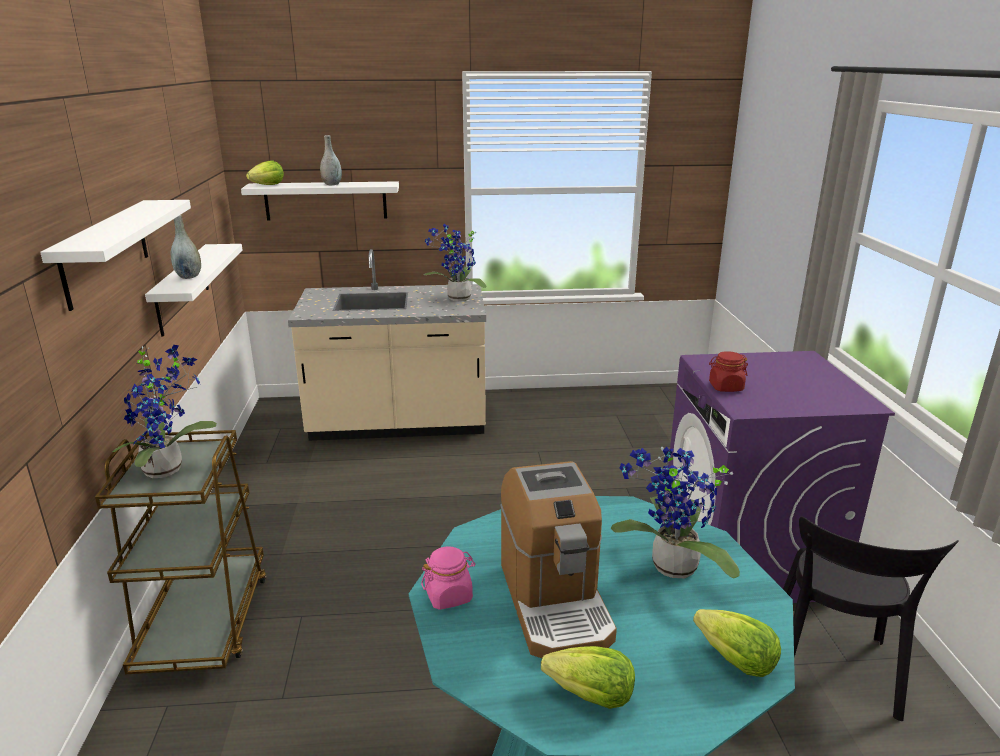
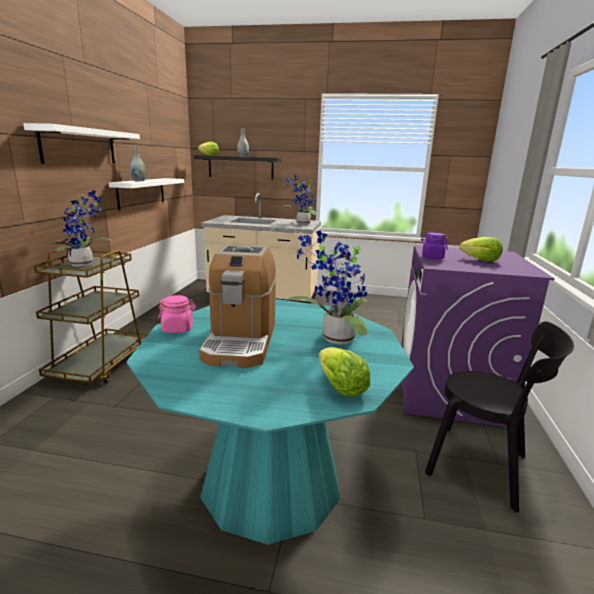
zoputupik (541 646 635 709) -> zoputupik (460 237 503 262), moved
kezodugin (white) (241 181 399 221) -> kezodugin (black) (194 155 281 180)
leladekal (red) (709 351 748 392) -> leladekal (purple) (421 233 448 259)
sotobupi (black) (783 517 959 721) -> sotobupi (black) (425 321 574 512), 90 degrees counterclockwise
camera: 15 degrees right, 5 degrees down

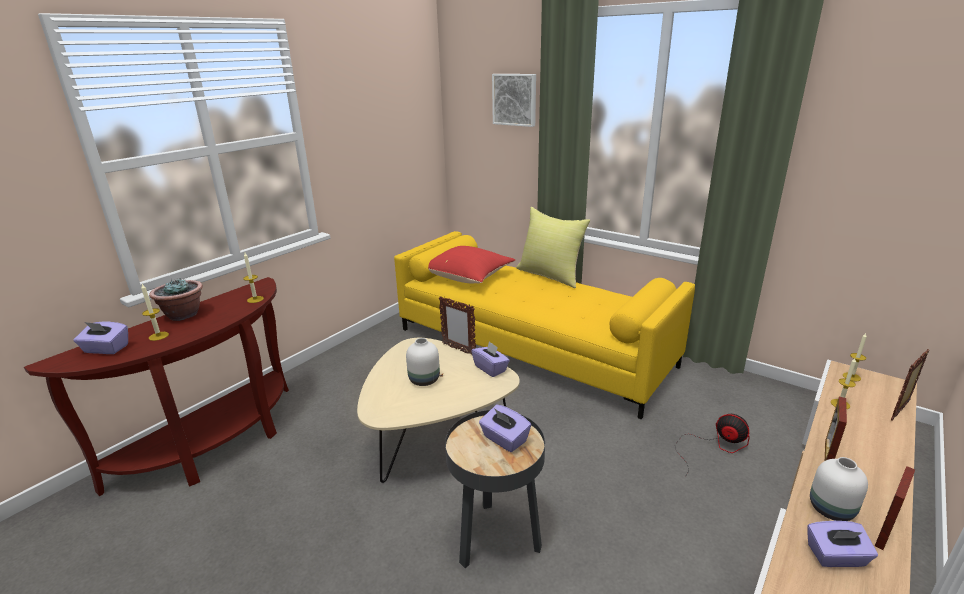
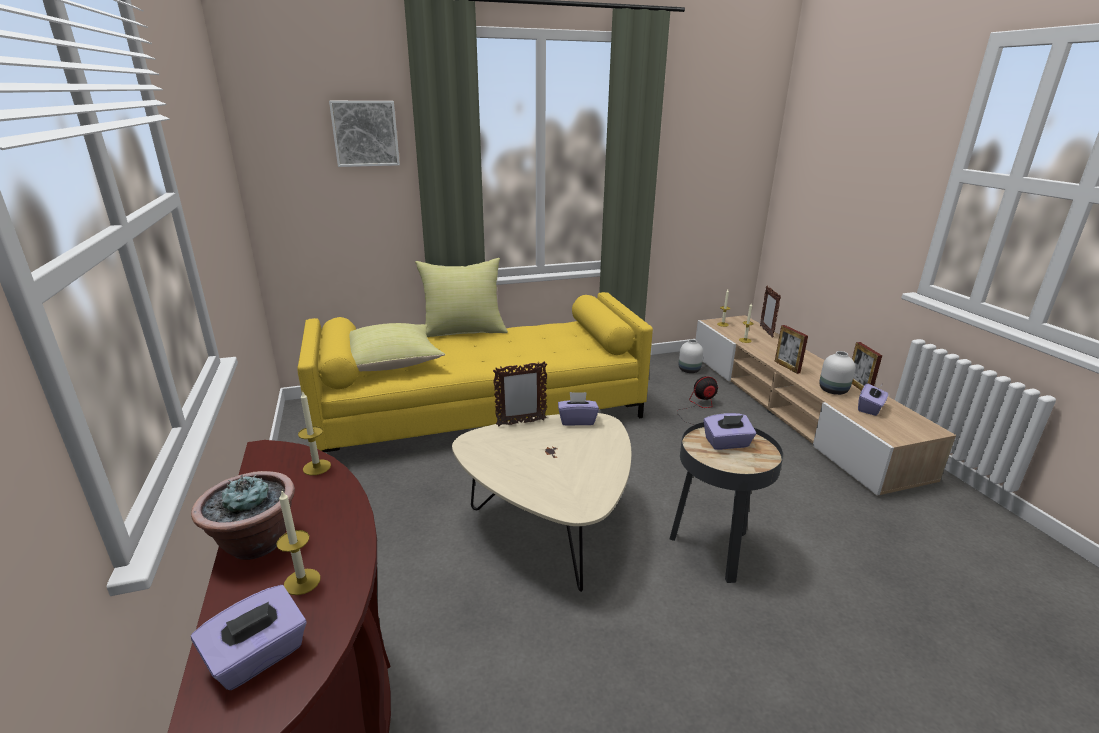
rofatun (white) (406 338 440 386) -> rofatun (white) (679 339 703 373), moved
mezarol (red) (428 246 516 283) -> mezarol (yellow) (349 323 445 371)
camera: 55 degrees left, 0 degrees up

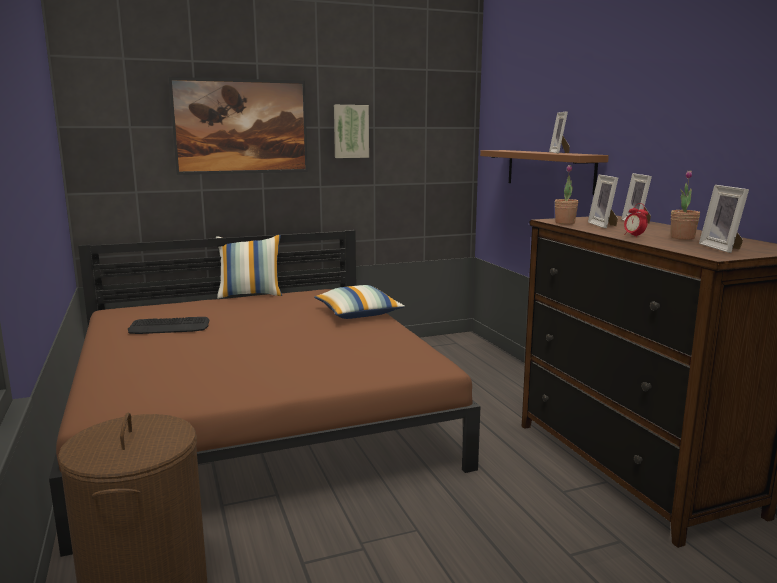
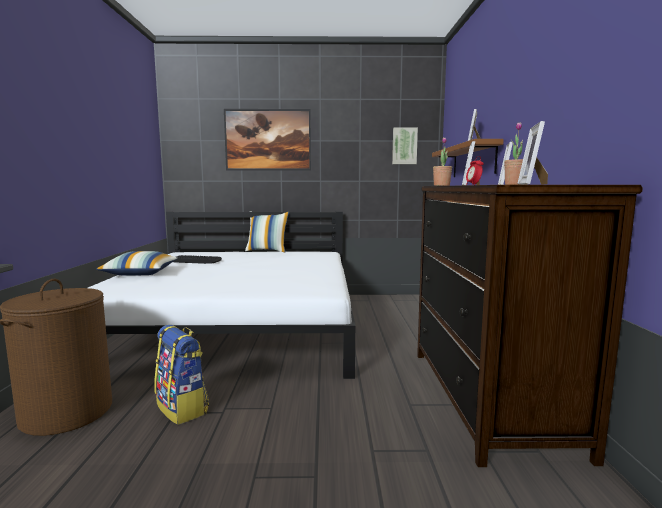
none -> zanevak (154 325 209 425)
mezarol (314 285 405 319) -> mezarol (96 251 178 276), moved
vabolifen (334 105 369 158) -> vabolifen (392 128 418 164), moved
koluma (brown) (49 230 481 557) -> koluma (white) (88 212 355 379)
camera: 20 degrees right, 5 degrees down

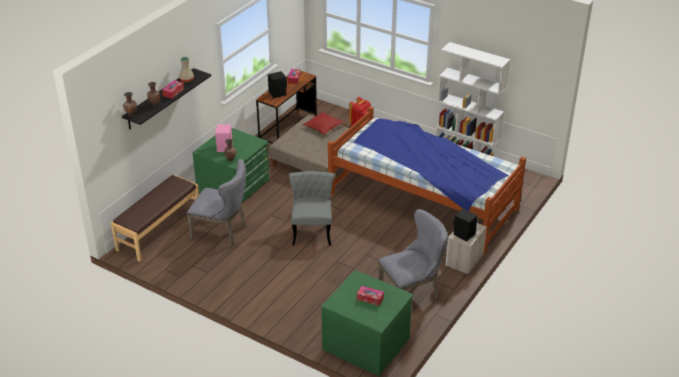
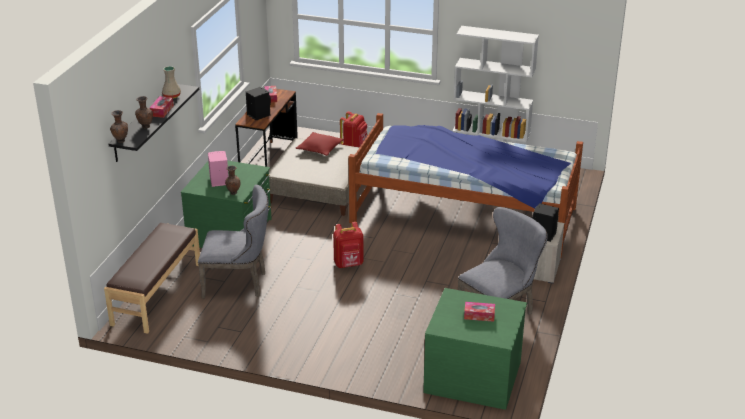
sotobupi (grey) (289 171 335 245) -> zanevak (red) (333 222 364 268)
camera: 15 degrees left, 5 degrees down

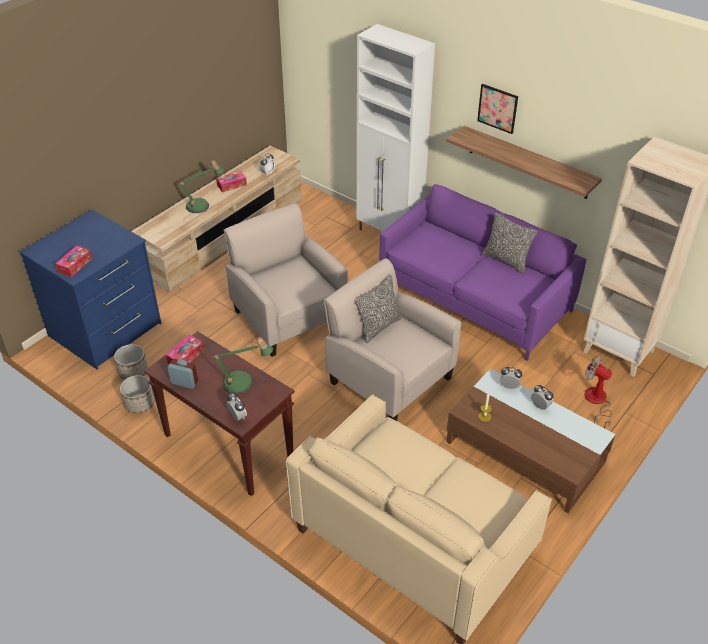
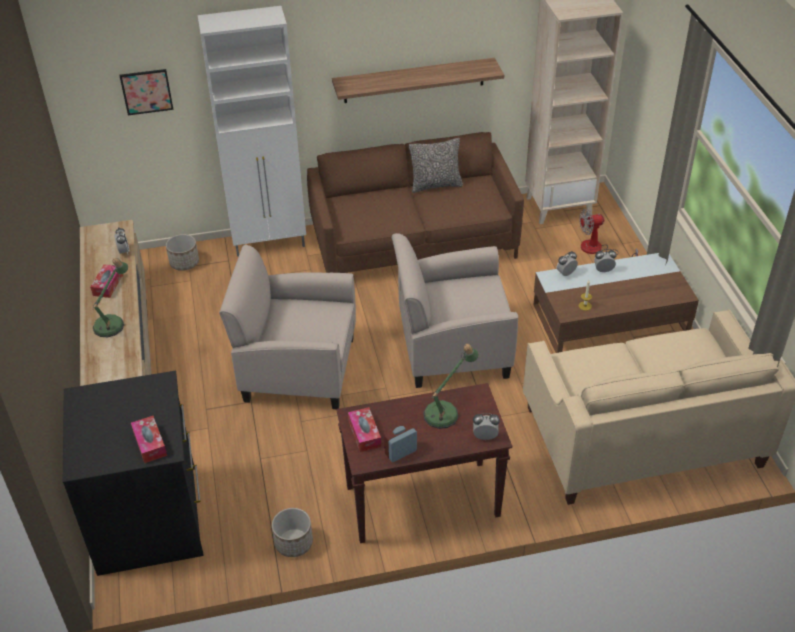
mezarol (354 275 403 343) -> none
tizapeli (114 344 148 380) -> tizapeli (166 234 199 271), moved
vabolifen (477 84 518 134) -> vabolifen (119 69 173 115), moved
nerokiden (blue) (20 210 161 370) -> nerokiden (black) (63 371 204 576)
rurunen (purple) (379 184 586 361) -> rurunen (brown) (307 132 524 273)
camera: 50 degrees left, 0 degrees up

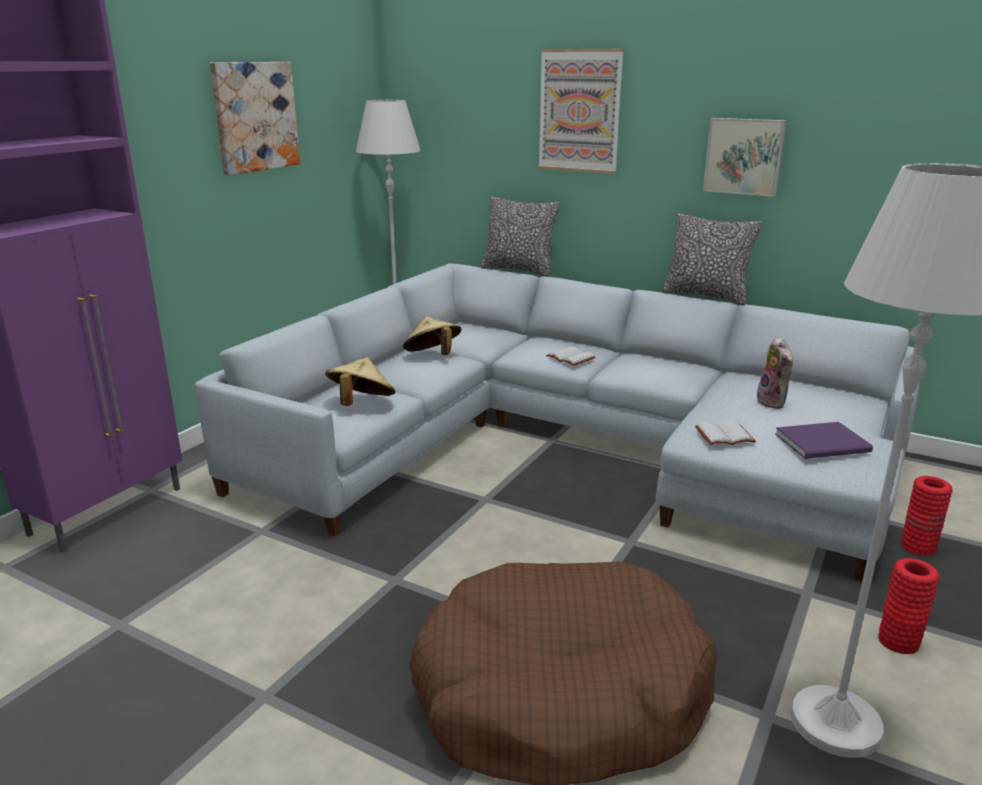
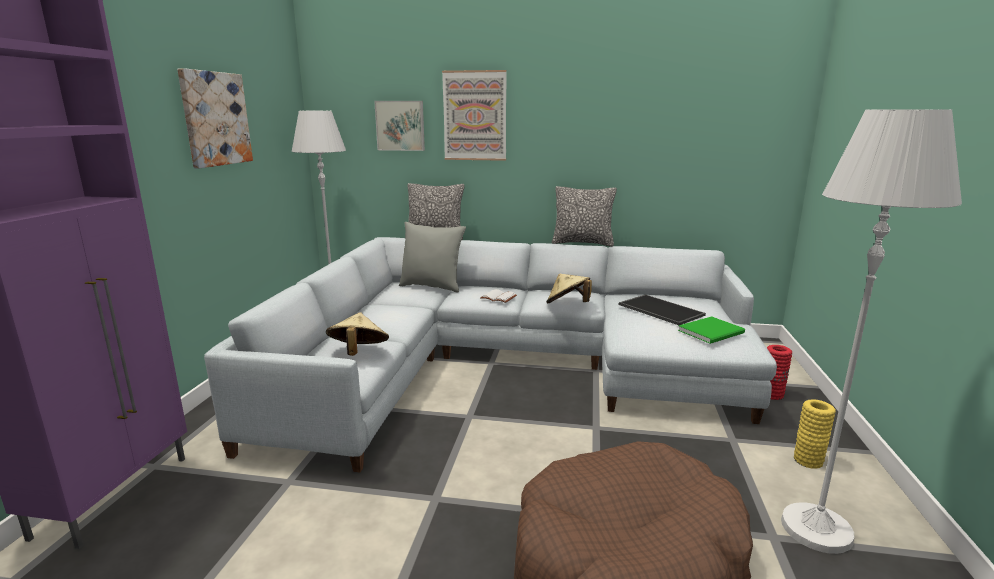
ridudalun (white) (695 421 756 445) -> none
none -> mezarol (grey) (399 222 466 293)
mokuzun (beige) (403 316 461 355) -> mokuzun (beige) (547 274 592 303), moved
vabolifen (703 118 787 197) -> vabolifen (374 101 425 151), moved
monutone (757 336 793 409) -> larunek (619 295 706 325)
ridudalun (purple) (775 422 873 459) -> ridudalun (green) (678 316 745 344)
rofatun (red) (878 558 940 654) -> rofatun (yellow) (794 399 836 469)
camera: 20 degrees left, 5 degrees down

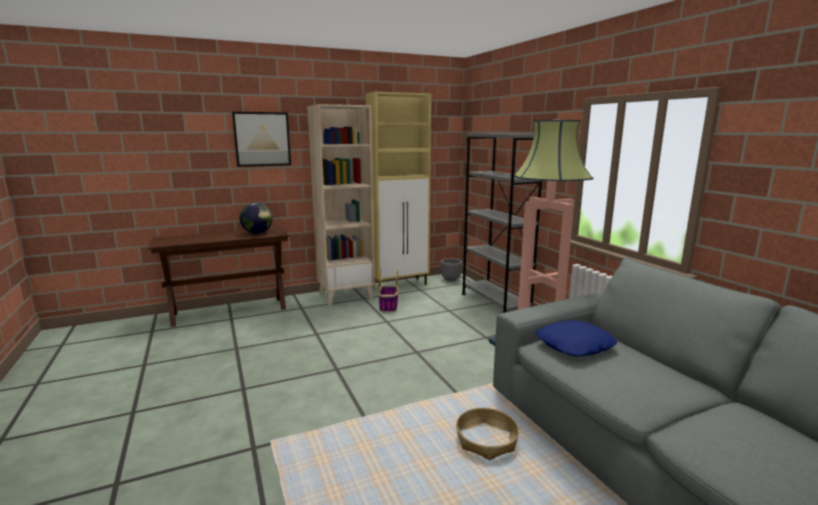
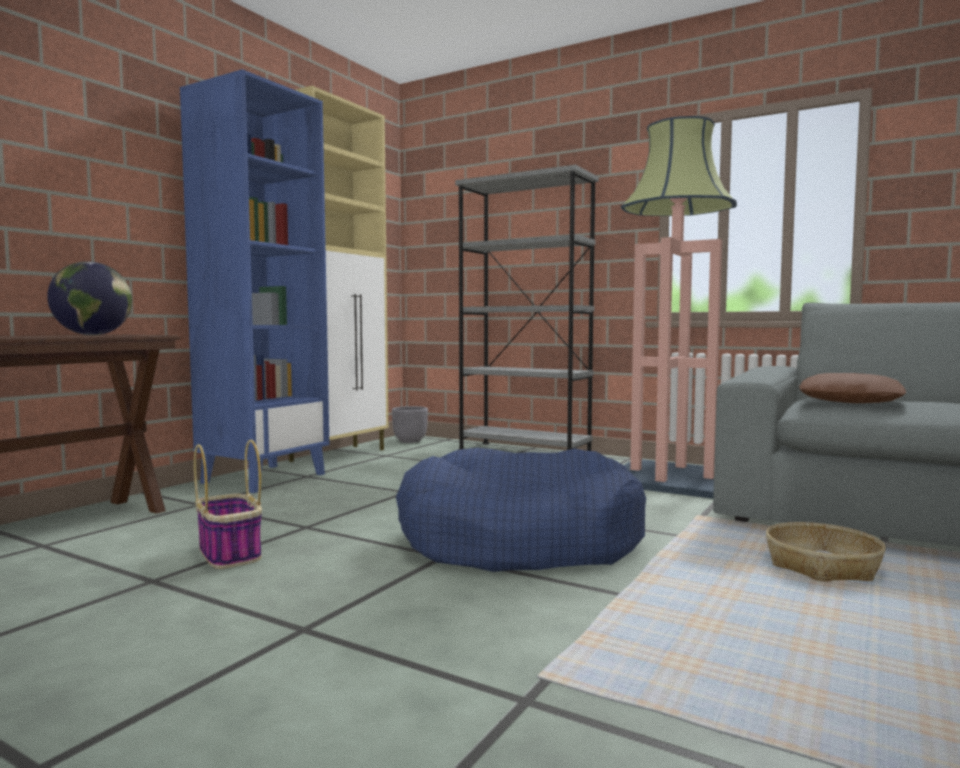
vabolifen (232 112 291 167) -> none
none -> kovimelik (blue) (396 448 646 572)
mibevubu (378 269 399 312) -> mibevubu (194 440 262 569), moved
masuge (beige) (307 104 375 306) -> masuge (blue) (180 69 329 493)
mezarol (blue) (536 320 617 357) -> mezarol (brown) (799 373 906 403)
camera: 35 degrees left, 10 degrees down

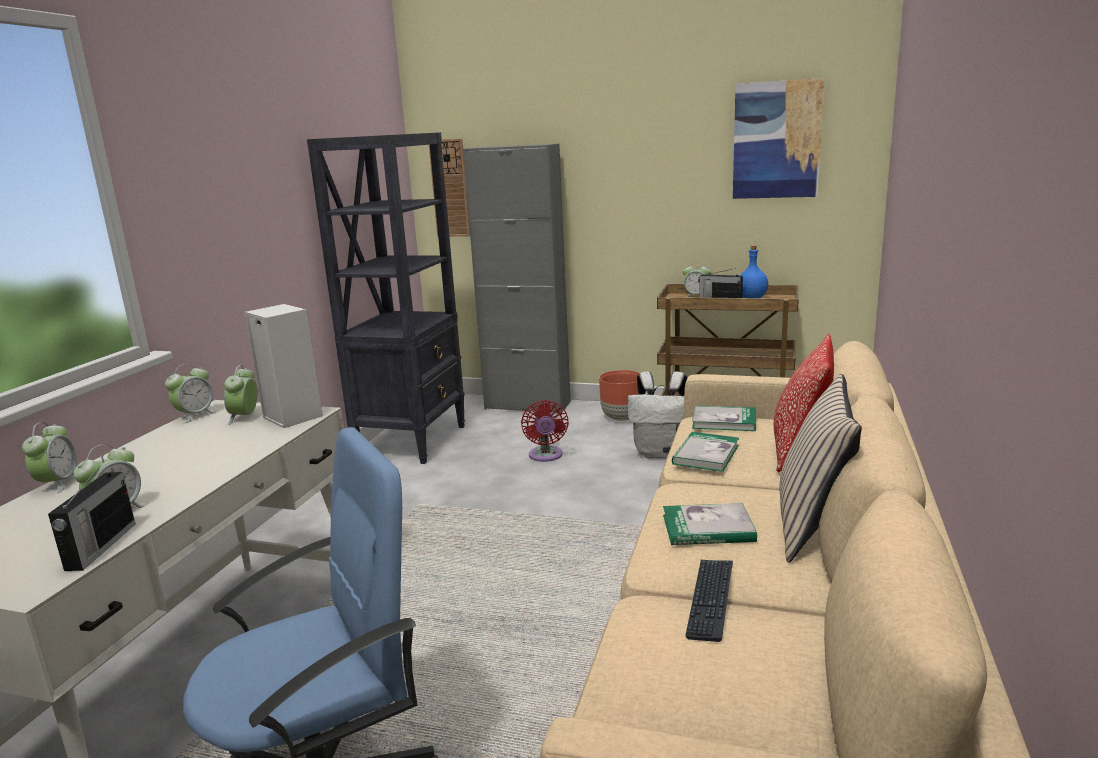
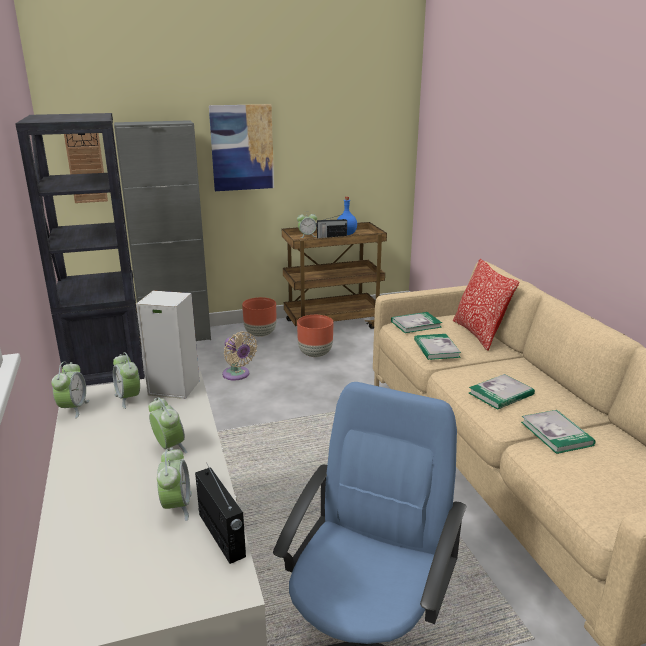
mezarol (beige) (780 374 862 563) -> none
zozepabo (22 422 77 493) -> zozepabo (148 397 188 453), moved
vabolifen (733 78 824 199) -> vabolifen (209 104 274 191), moved
zanevak (white) (628 371 687 459) -> tizapeli (brown) (297 315 333 357)
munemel (685 560 733 642) -> ridudalun (521 410 596 454)
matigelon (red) (521 400 569 462) -> matigelon (beige) (222 332 257 380)
camera: 35 degrees left, 5 degrees up

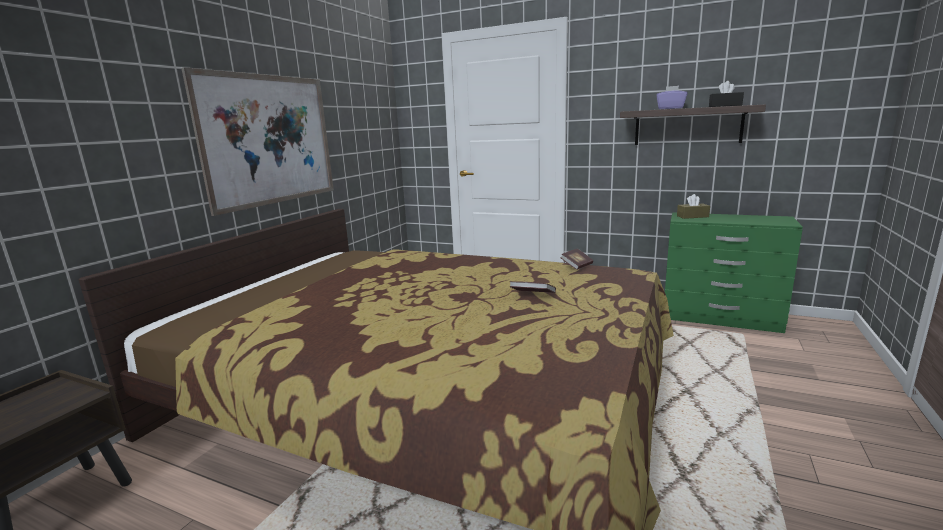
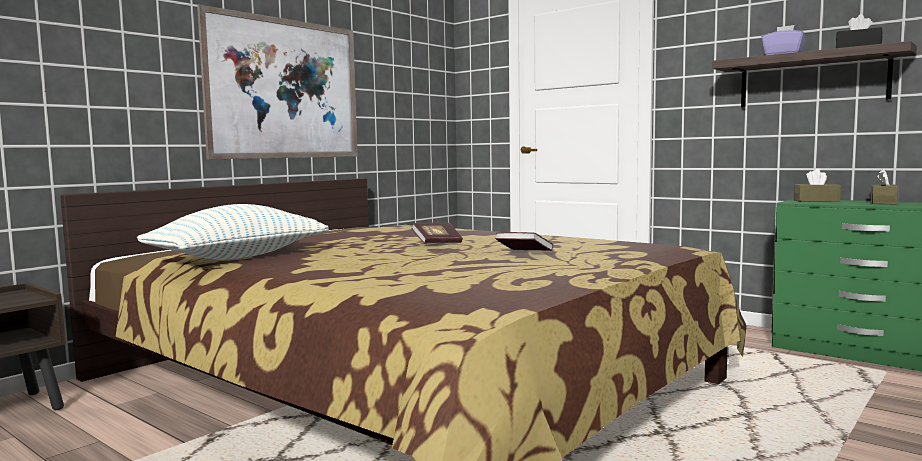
none -> mezarol (137 204 329 260)
none -> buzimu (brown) (871 169 898 205)
ridudalun (560 249 593 270) -> ridudalun (411 223 463 243), moved
camera: 15 degrees right, 10 degrees down

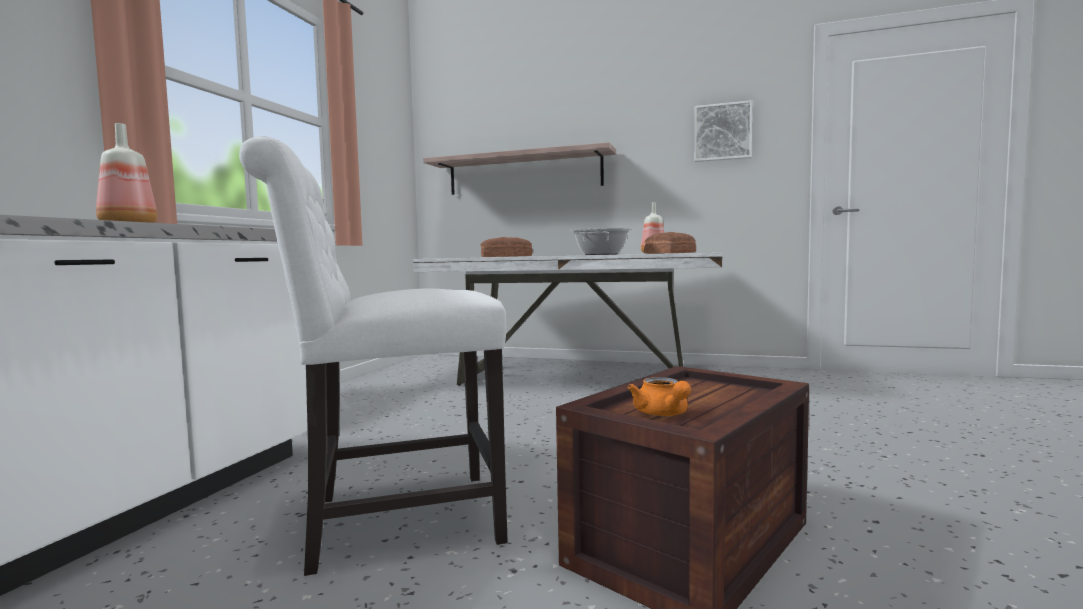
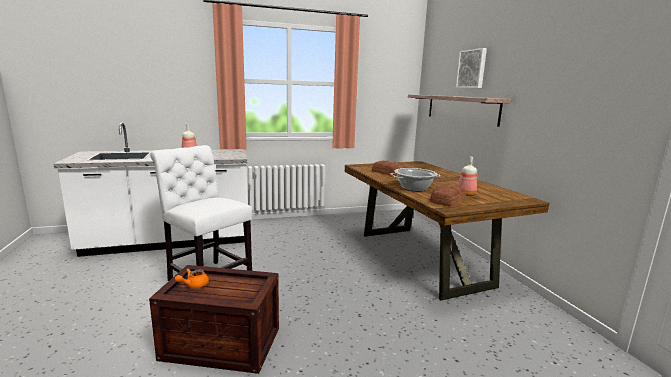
vabolifen (694 100 752 162) -> vabolifen (456 48 487 88), moved
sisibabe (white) (413 253 723 386) -> sisibabe (brown) (345 161 550 301)
camera: 55 degrees right, 10 degrees up

